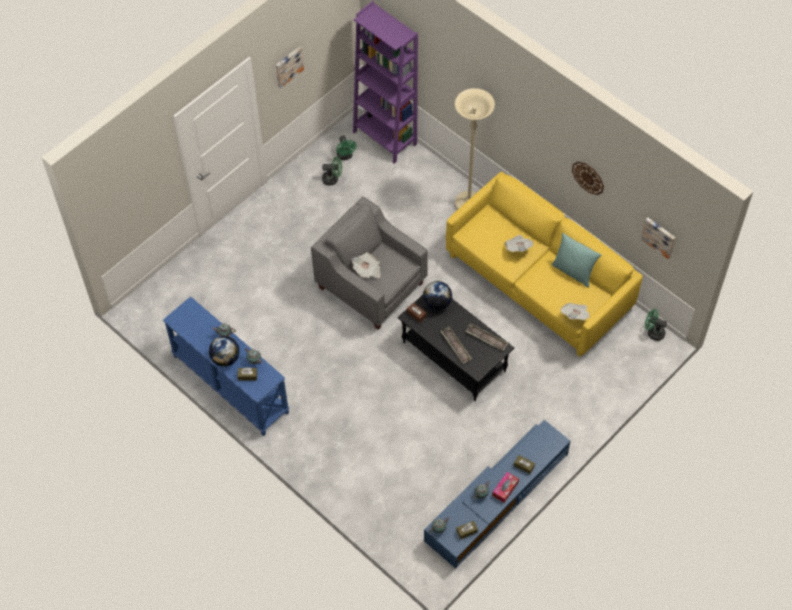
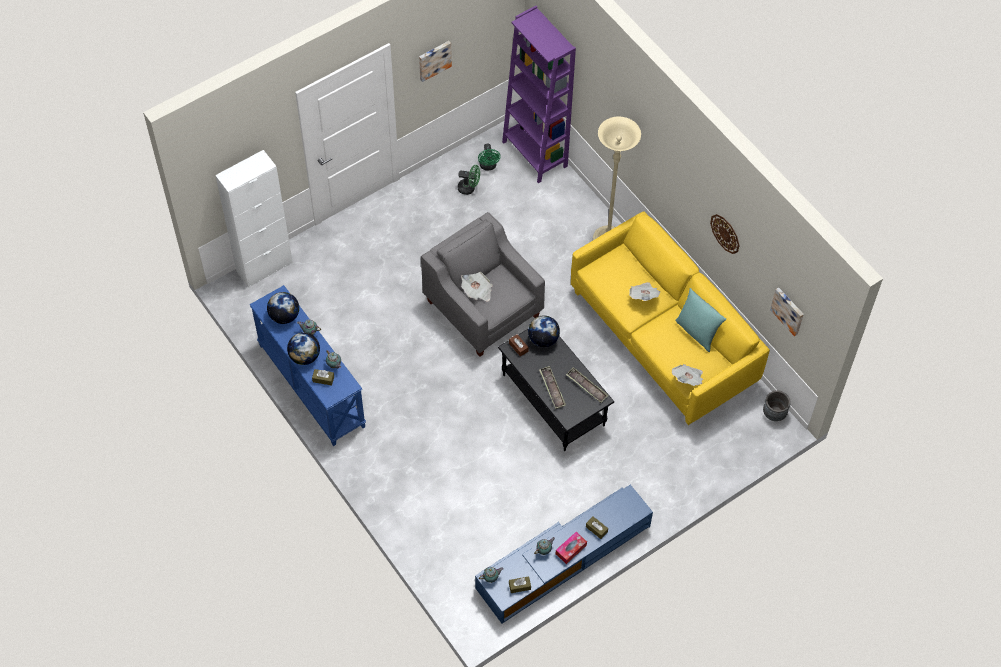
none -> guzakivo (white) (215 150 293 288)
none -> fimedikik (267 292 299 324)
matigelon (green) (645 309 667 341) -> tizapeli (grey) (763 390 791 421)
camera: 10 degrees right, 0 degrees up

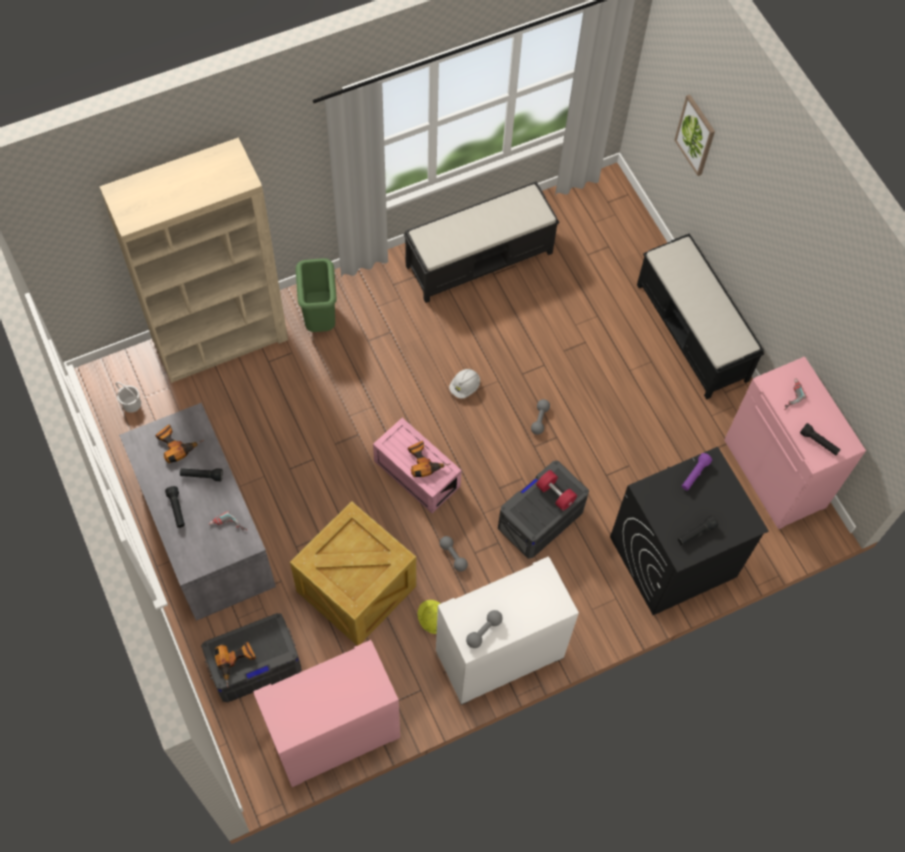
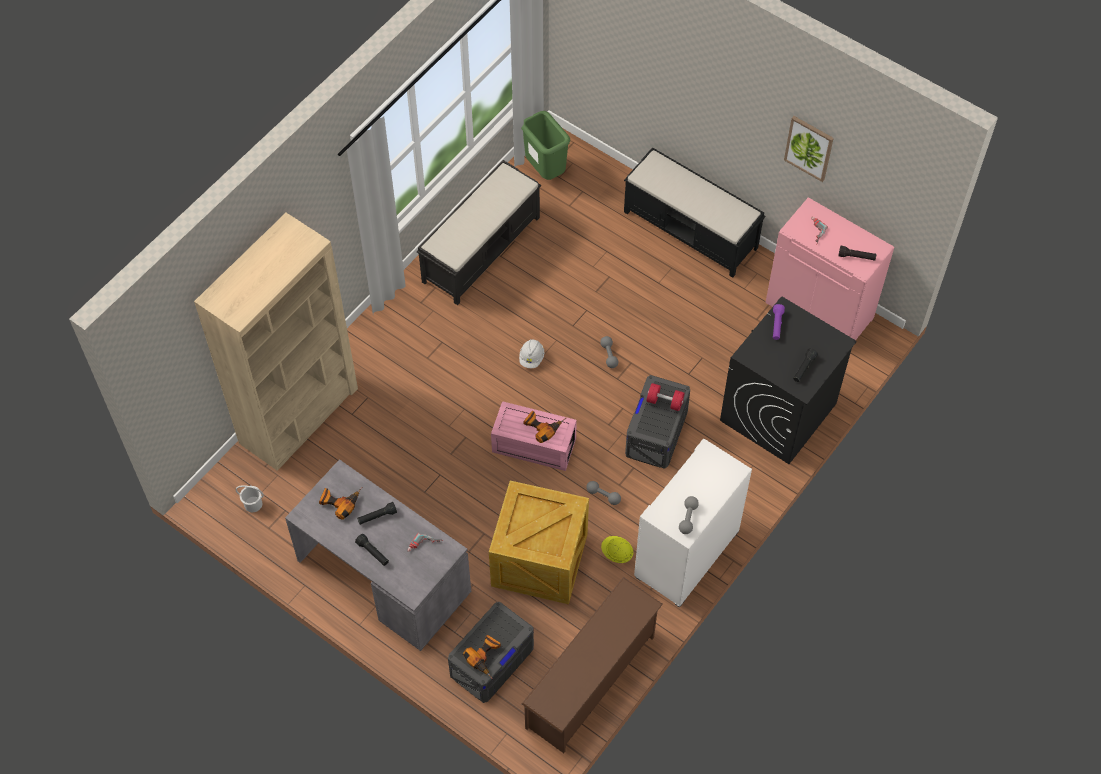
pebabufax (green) (296 258 337 332) -> pebabufax (green) (521 111 570 180), moved
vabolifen (674 95 715 176) -> vabolifen (784 116 834 182), moved
guzakivo (pink) (253 640 400 787) -> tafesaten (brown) (522 577 663 753)
camera: 25 degrees left, 5 degrees down

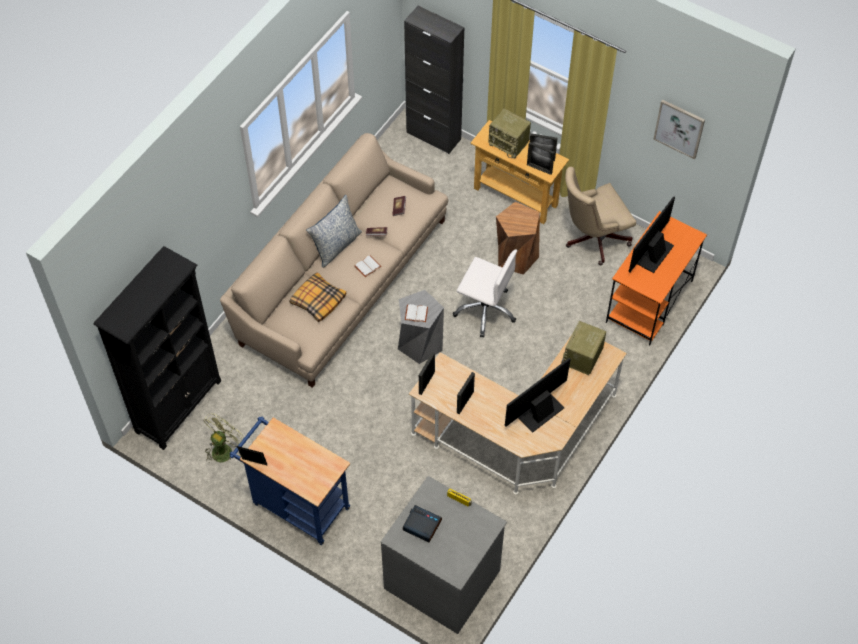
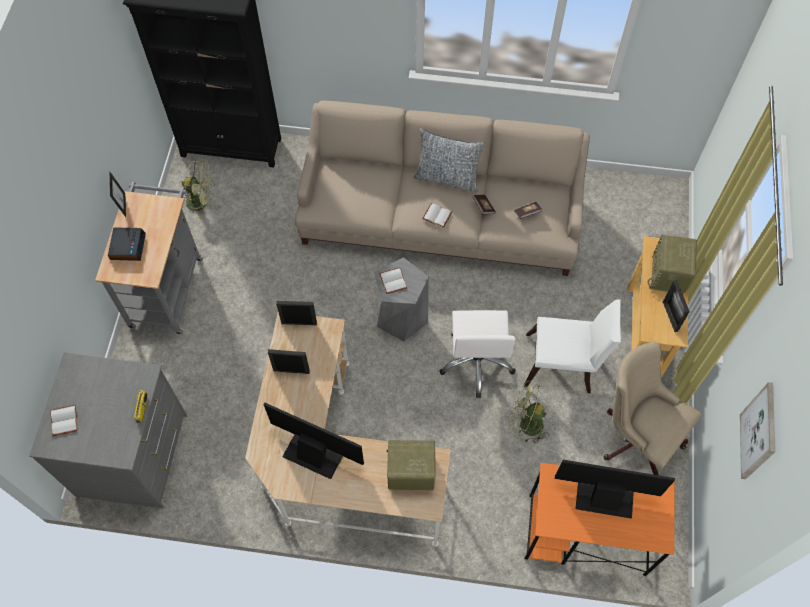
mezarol (289 272 346 322) -> none
guzakivo (black) (404 6 464 154) -> none
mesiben (527 142 555 175) -> none
none -> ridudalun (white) (51 405 78 436)
none -> matigelon (green) (509 381 549 444)
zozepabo (403 505 442 543) -> zozepabo (108 227 146 261), moved
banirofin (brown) (496 201 540 275) -> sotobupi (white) (524 299 621 393)
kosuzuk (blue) (230 417 350 545) -> kosuzuk (grey) (95 182 203 334)
camera: 65 degrees right, 5 degrees up

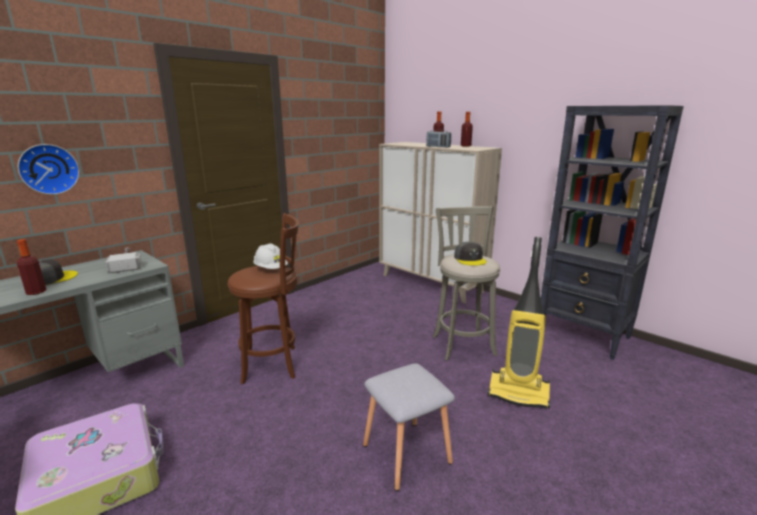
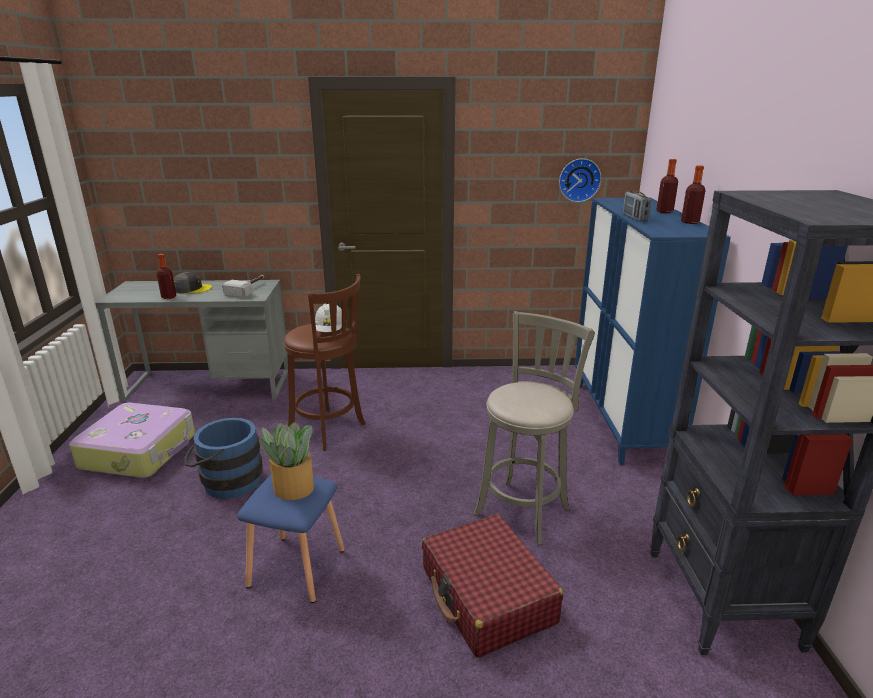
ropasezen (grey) (454 242 487 266) -> none
none -> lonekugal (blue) (184 418 263 499)
none -> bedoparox (259 422 314 500)
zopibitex (18 144 80 195) -> zopibitex (559 158 601 202), moved
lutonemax (488 237 550 409) -> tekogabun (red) (422 514 563 658)
banirofin (grey) (363 363 455 491) -> banirofin (blue) (237 475 345 603)
guzakivo (beige) (379 142 502 303) -> guzakivo (blue) (575 198 731 465)
camera: 45 degrees right, 5 degrees up

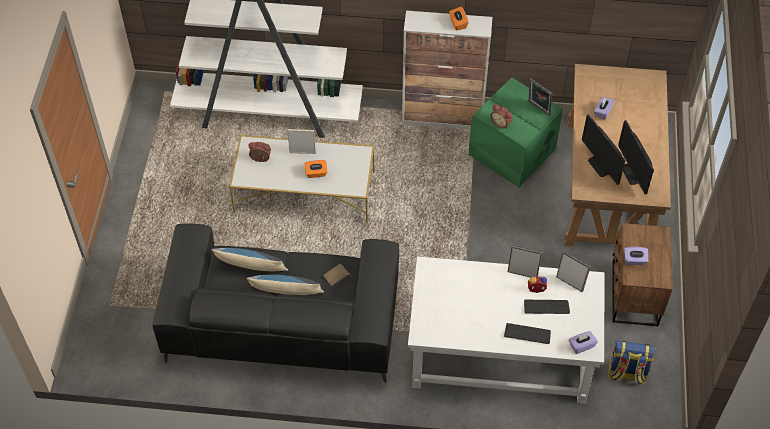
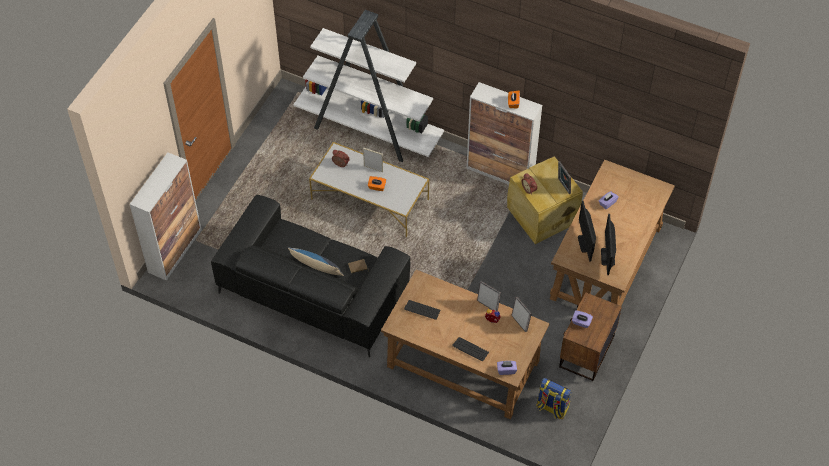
mezarol (211 248 289 271) -> none
none -> guzakivo (130 152 202 281)
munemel (524 300 570 314) -> munemel (404 300 441 320), moved
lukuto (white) (408 256 605 404) -> lukuto (brown) (381 270 550 419)
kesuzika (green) (469 78 563 187) -> kesuzika (beige) (507 156 583 244)
camera: 20 degrees right, 0 degrees up

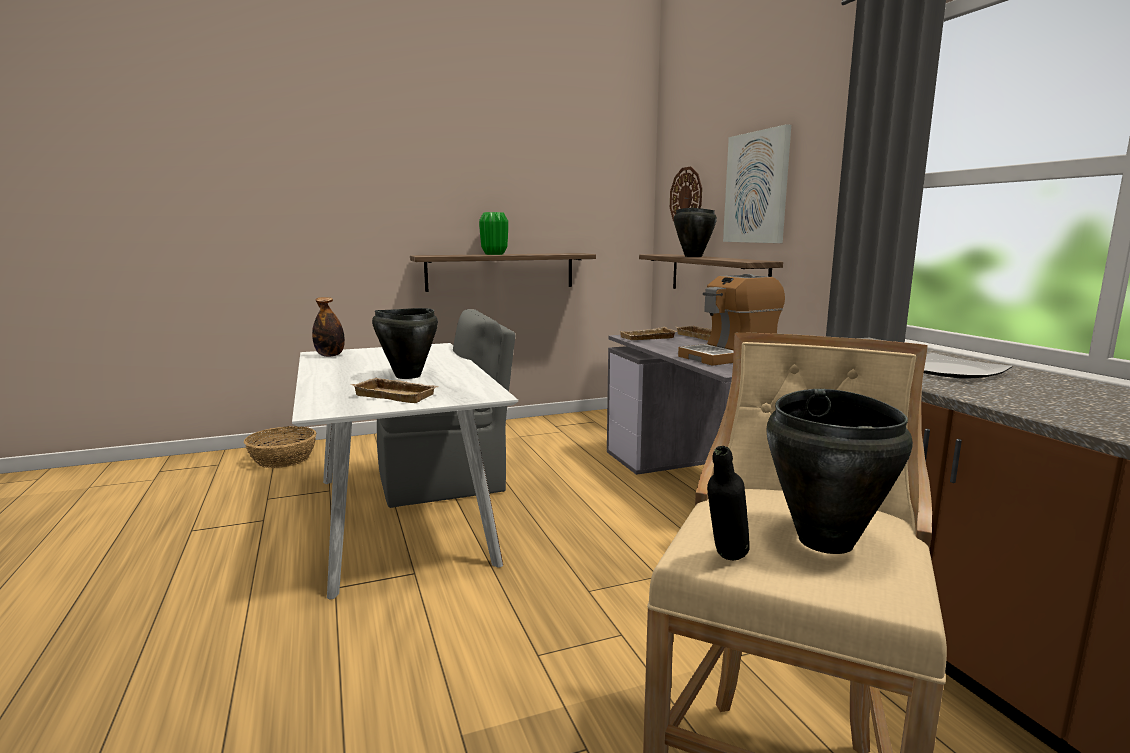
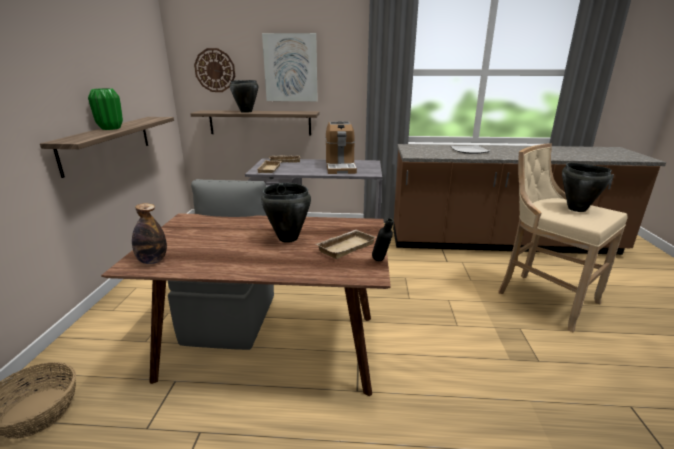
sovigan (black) (707 446 749 560) -> sovigan (black) (372 218 393 261), moved
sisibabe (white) (292 343 518 599) -> sisibabe (brown) (101 213 391 396)
camera: 65 degrees left, 10 degrees up

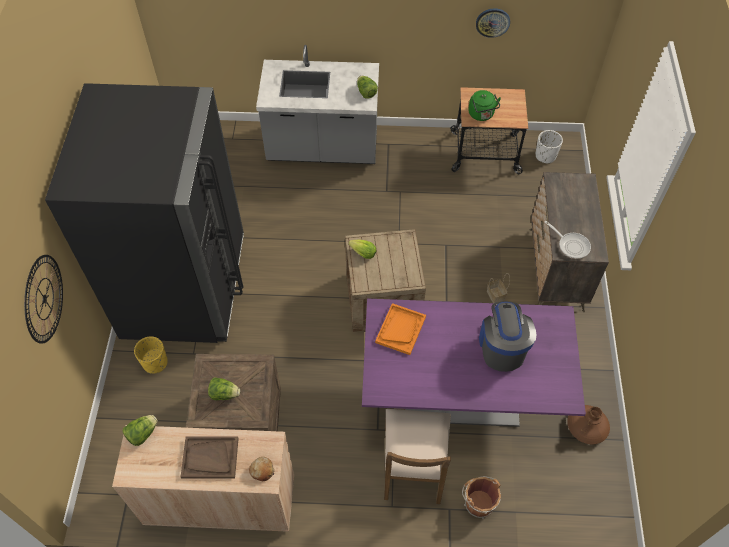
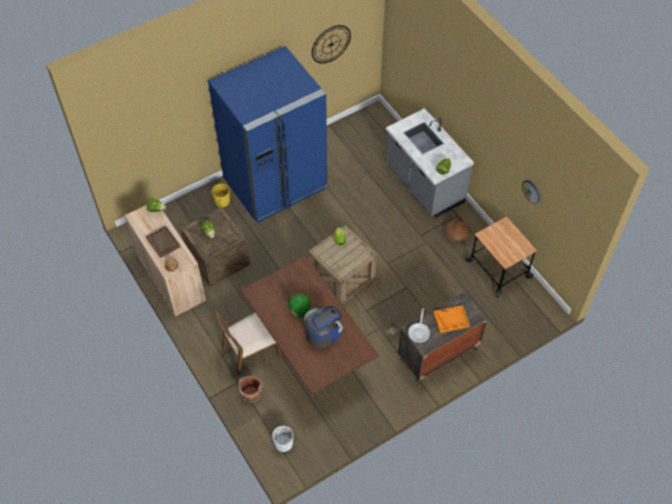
zopibitex (24 255 63 344) -> zopibitex (312 25 351 63), moved
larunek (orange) (375 303 426 355) -> larunek (orange) (433 305 470 333), moved
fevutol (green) (468 90 501 121) -> fevutol (green) (285 294 311 317), moved
tizapeli (white) (535 130 563 164) -> tizapeli (white) (272 426 293 452), moved
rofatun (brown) (567 405 610 444) -> rofatun (brown) (444 217 470 241), moved
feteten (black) (45 83 244 343) -> feteten (blue) (208 46 327 223)
sisibabe (purple) (362 299 586 427) -> sisibabe (brown) (241 256 379 395)
camera: 55 degrees right, 0 degrees up

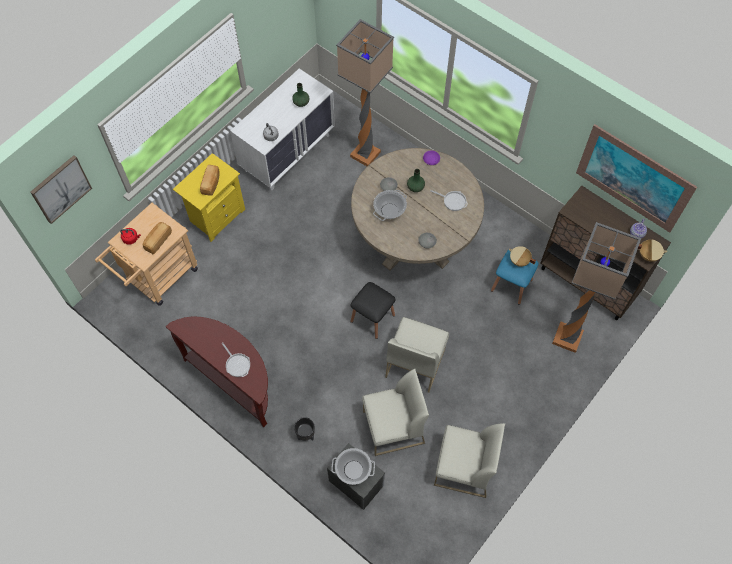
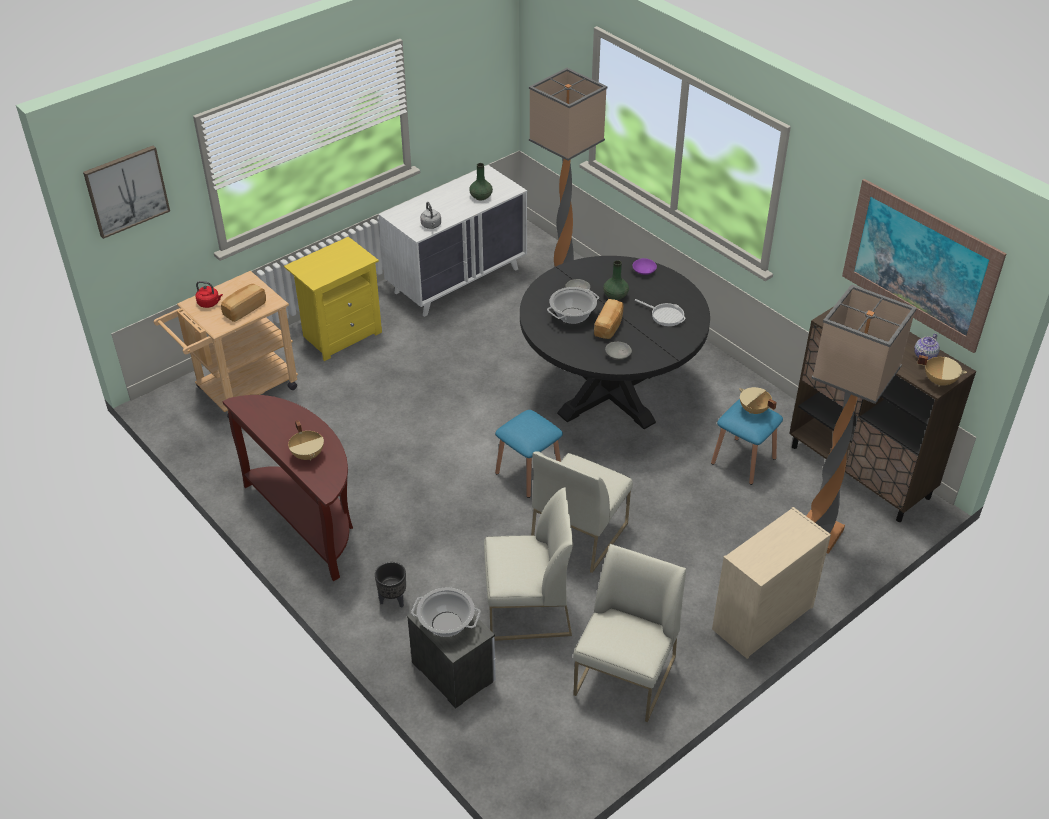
none -> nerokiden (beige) (712 507 831 659)
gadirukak (200 165 220 196) -> gadirukak (594 299 623 339), moved
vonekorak (221 342 250 377) -> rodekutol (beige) (288 420 324 461)
banirofin (black) (350 282 396 339) -> banirofin (blue) (495 410 563 498)
sisibabe (beige) (351 148 484 271) -> sisibabe (black) (520 256 710 429)
sotobupi (white) (434 423 505 498) -> sotobupi (white) (573 544 686 722), 90 degrees counterclockwise
camera: 10 degrees right, 20 degrees down

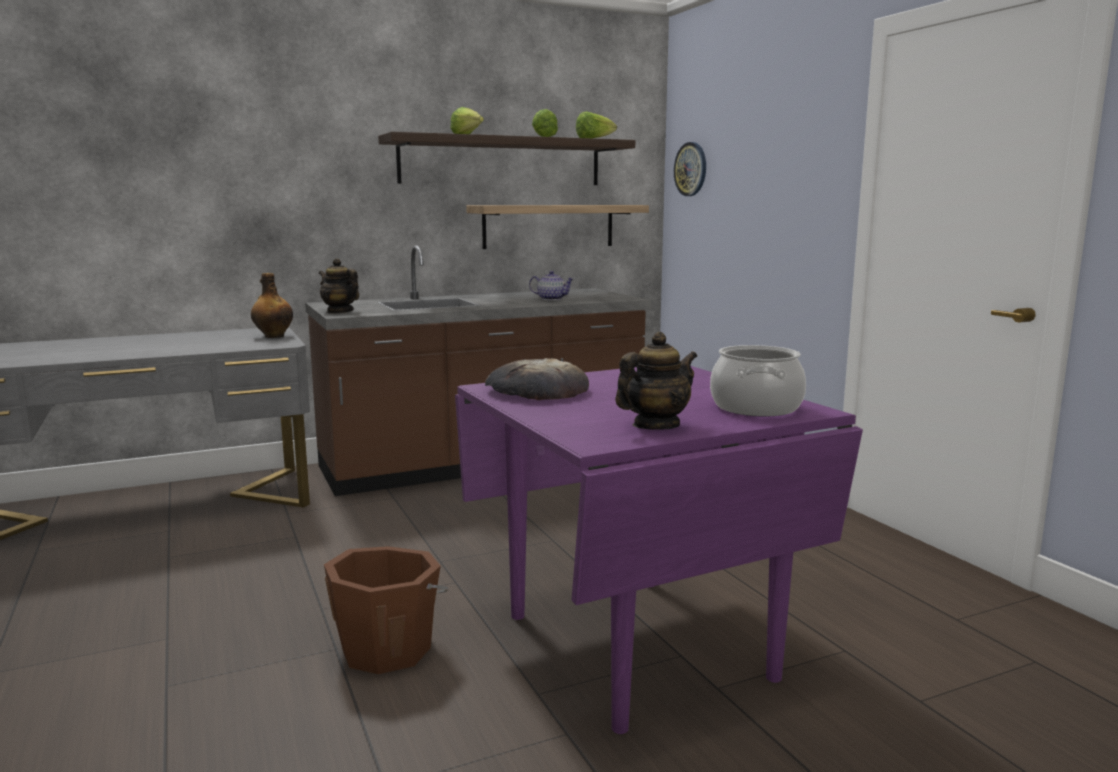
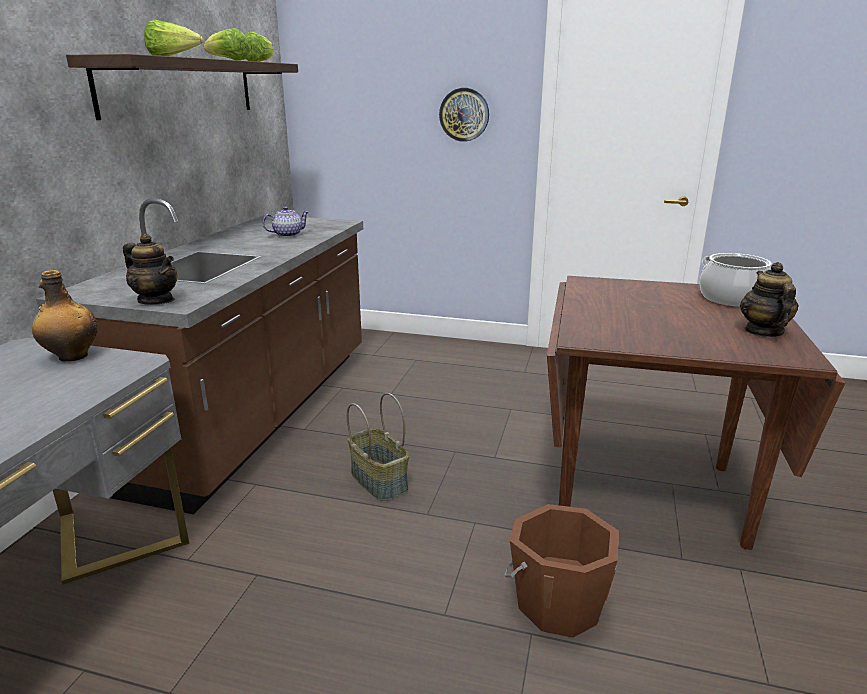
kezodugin (466 205 649 249) -> none
gadirukak (485 358 589 400) -> none
none -> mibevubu (347 393 409 501)
zopibitex (674 142 706 196) -> zopibitex (439 88 489 142), moved
sisibabe (purple) (455 366 863 734) -> sisibabe (brown) (547 276 845 550)
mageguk (319 258 359 313) -> mageguk (123 234 177 305), 135 degrees counterclockwise
camera: 50 degrees left, 10 degrees up

